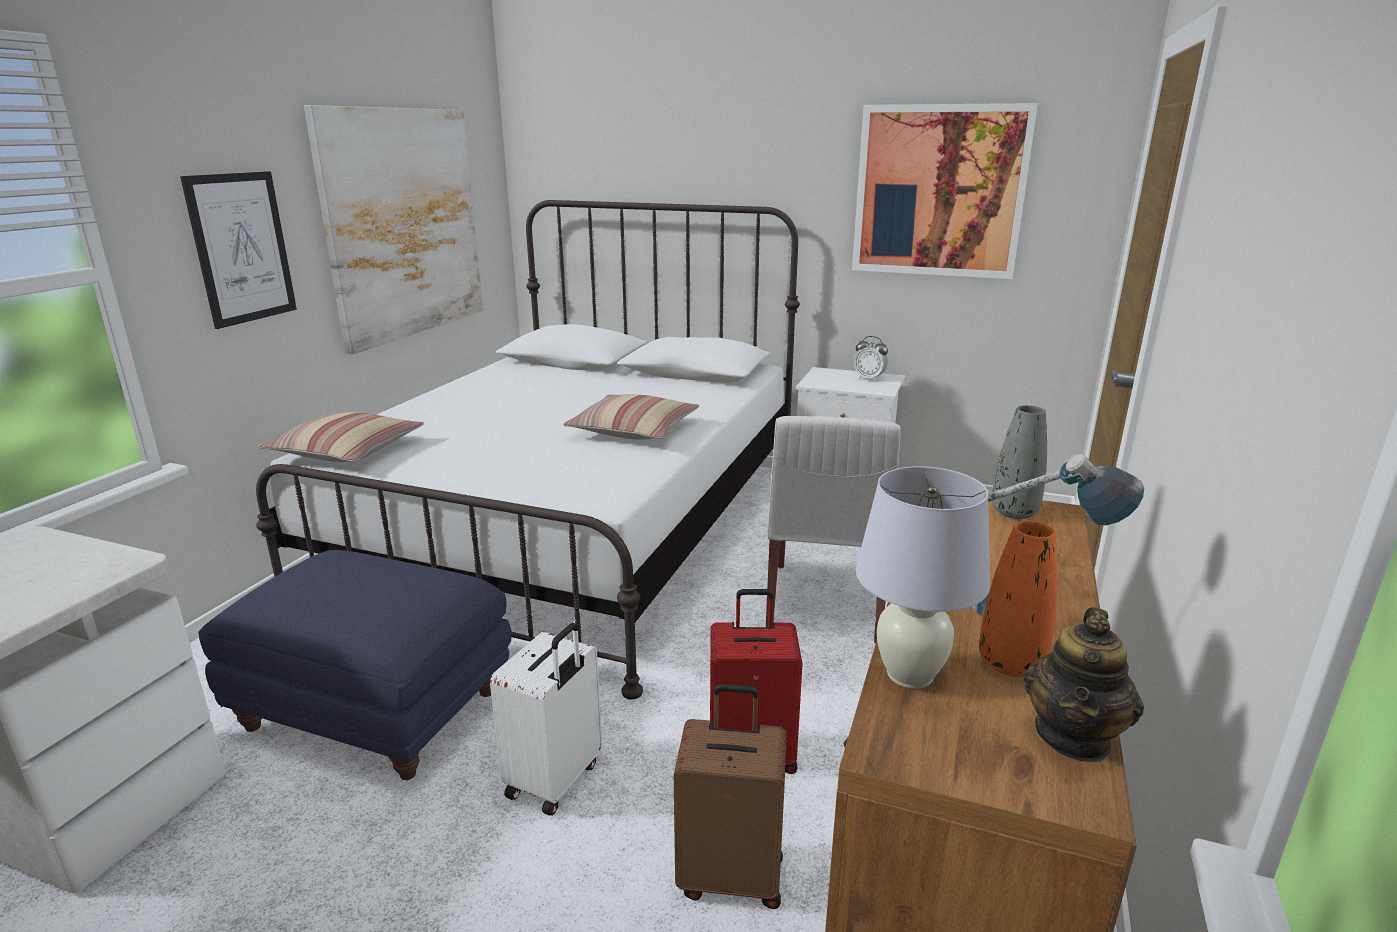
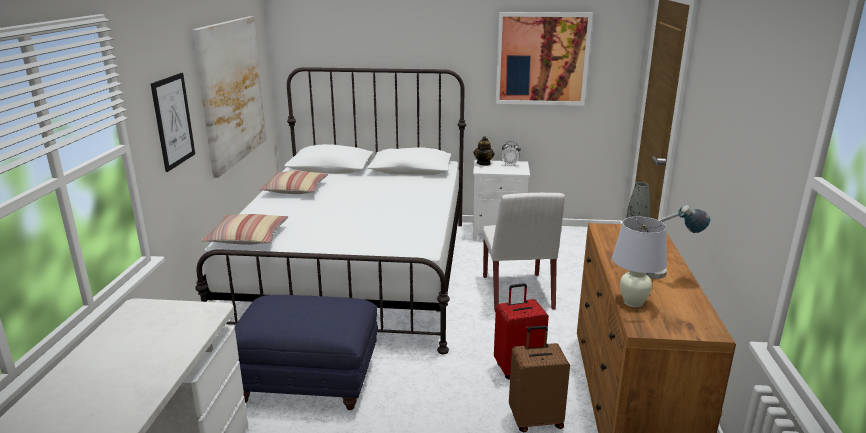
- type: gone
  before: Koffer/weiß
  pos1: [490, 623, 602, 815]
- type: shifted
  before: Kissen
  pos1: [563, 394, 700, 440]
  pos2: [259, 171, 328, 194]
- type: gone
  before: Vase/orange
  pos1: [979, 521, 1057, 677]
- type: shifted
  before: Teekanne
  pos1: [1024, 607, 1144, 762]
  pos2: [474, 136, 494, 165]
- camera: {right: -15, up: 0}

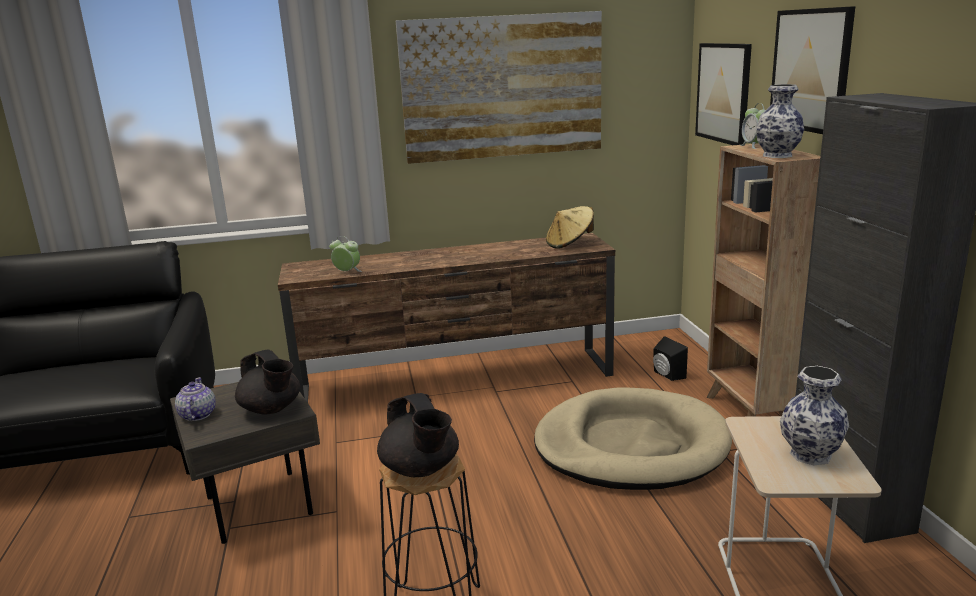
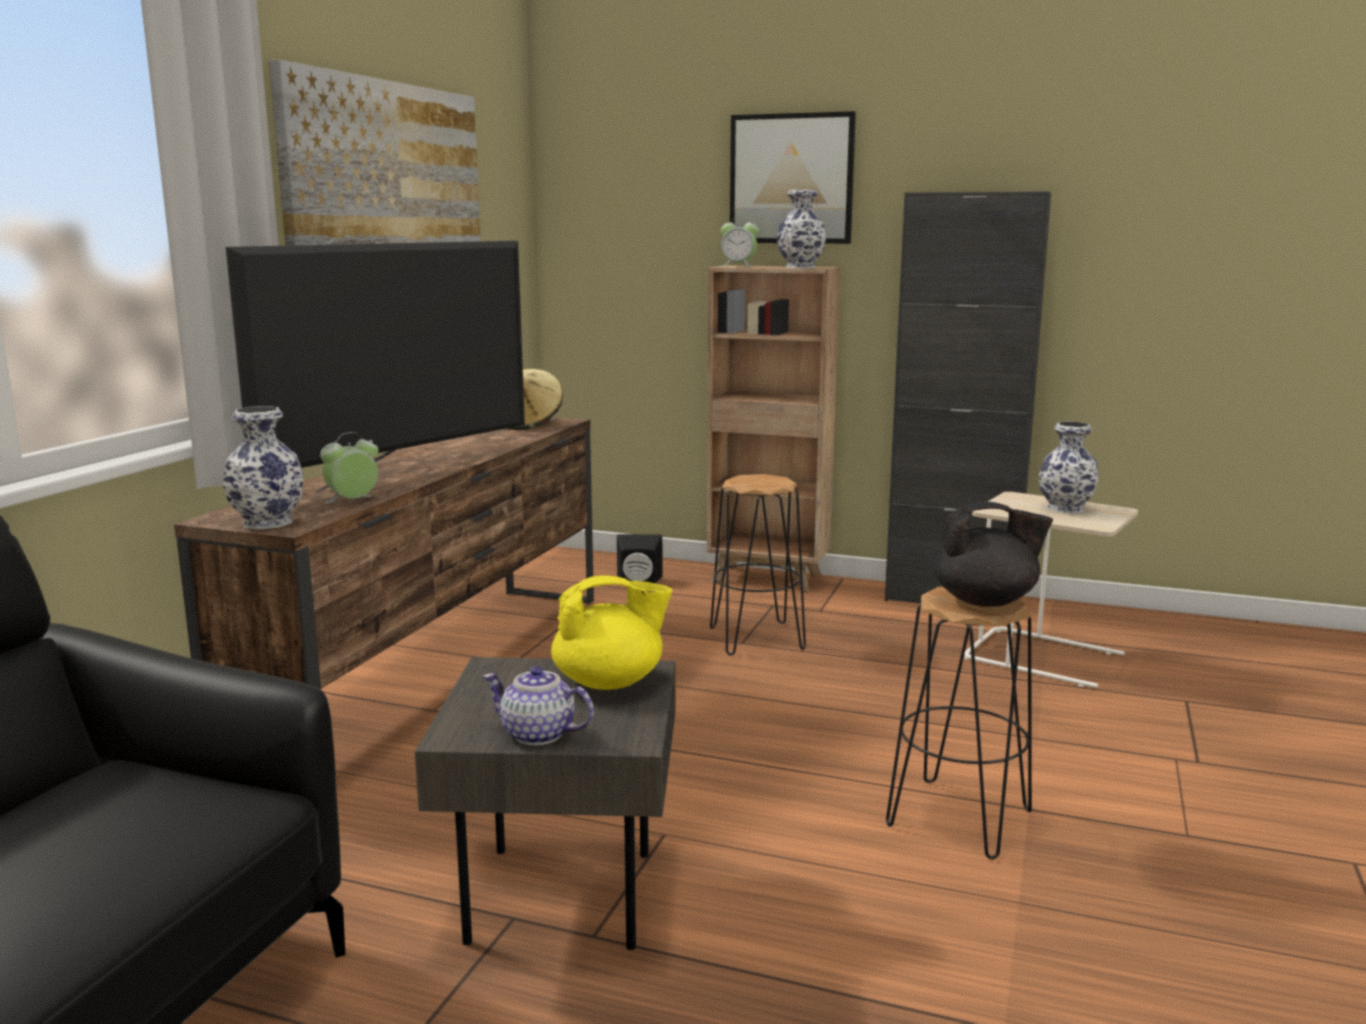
- type: repainted
  before: Teekanne/schwarz
  after: Teekanne/gelb
  pos1: [235, 350, 300, 415]
  pos2: [551, 575, 673, 690]
- type: swapped
  before: Hundebett/beige
  after: Hocker/schwarz
  pos1: [534, 387, 732, 490]
  pos2: [710, 474, 806, 655]
- type: gone
  before: Bild
  pos1: [695, 43, 752, 145]
- type: new
  after: Vase
  pos2: [223, 406, 303, 529]
- type: new
  after: Fernseher
  pos2: [226, 241, 525, 493]
- camera: {right: -60, up: -5}

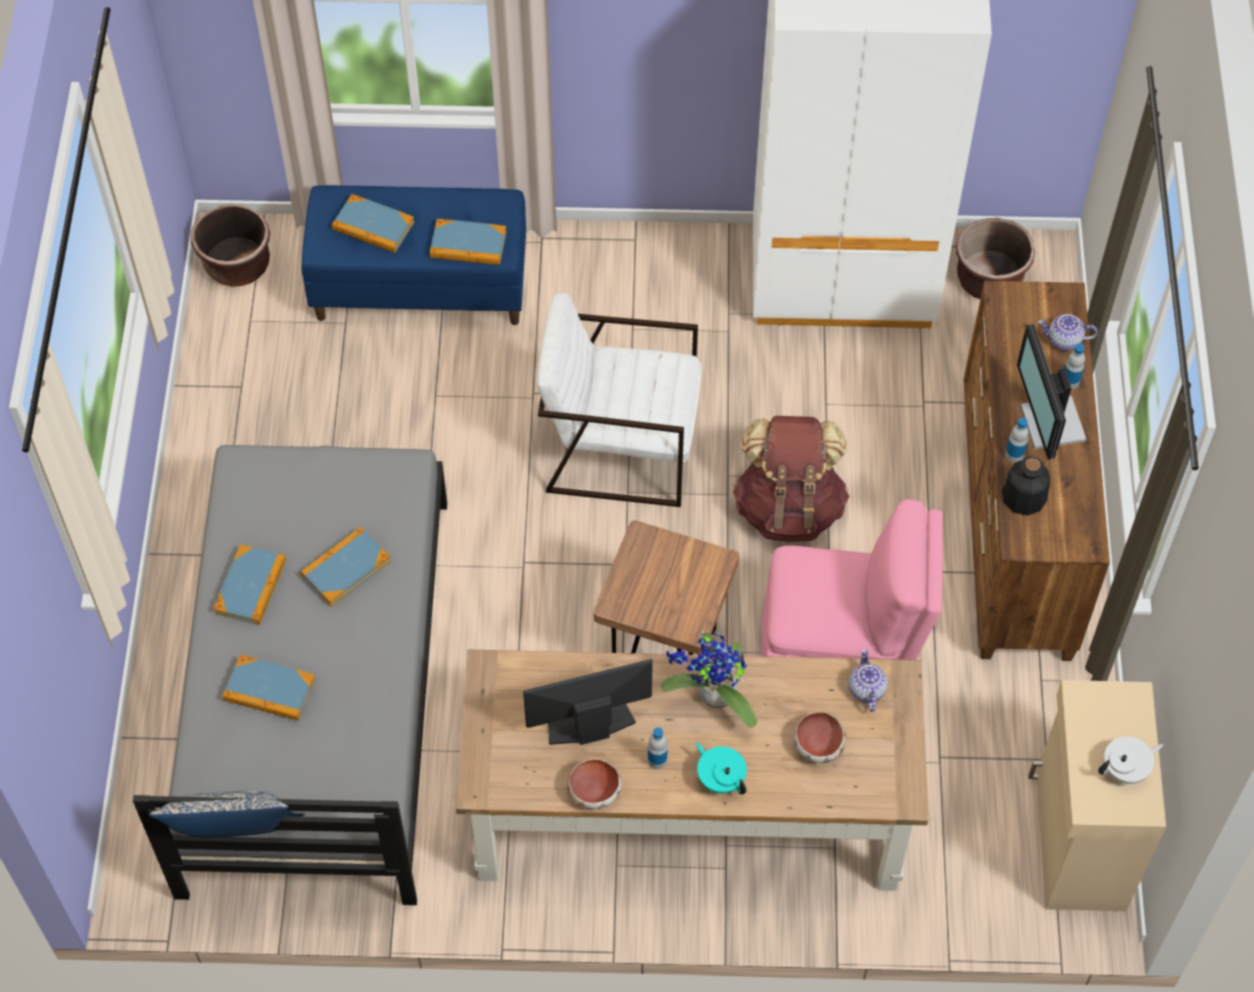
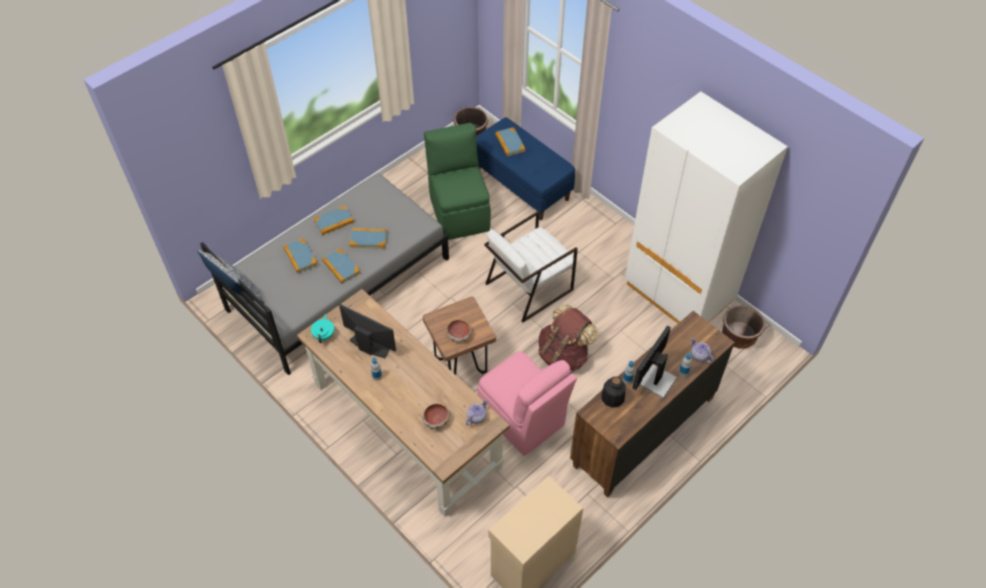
- type: shifted
  before: Buch
  pos1: [430, 219, 507, 265]
  pos2: [322, 248, 360, 284]
- type: rotated
  before: Sessel/weiß
  pos1: [537, 293, 702, 507]
  pos2: [484, 211, 578, 323]
  turn: -90
- type: shifted
  before: Schüssel
  pos1: [567, 759, 622, 809]
  pos2: [447, 320, 471, 342]
- type: gone
  before: Topfpflanze
  pos1: [661, 631, 757, 728]
- type: shifted
  before: Teekanne/türkis
  pos1: [695, 742, 747, 795]
  pos2: [311, 314, 334, 343]
- type: gone
  before: Teekanne/weiß
  pos1: [1098, 736, 1163, 784]
- type: new
  after: Stuhl/grün
  pos2: [424, 123, 491, 240]
- camera: {right: 45, up: -5}

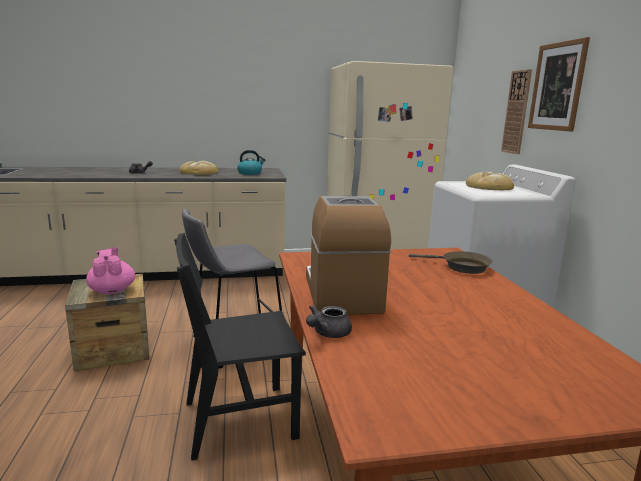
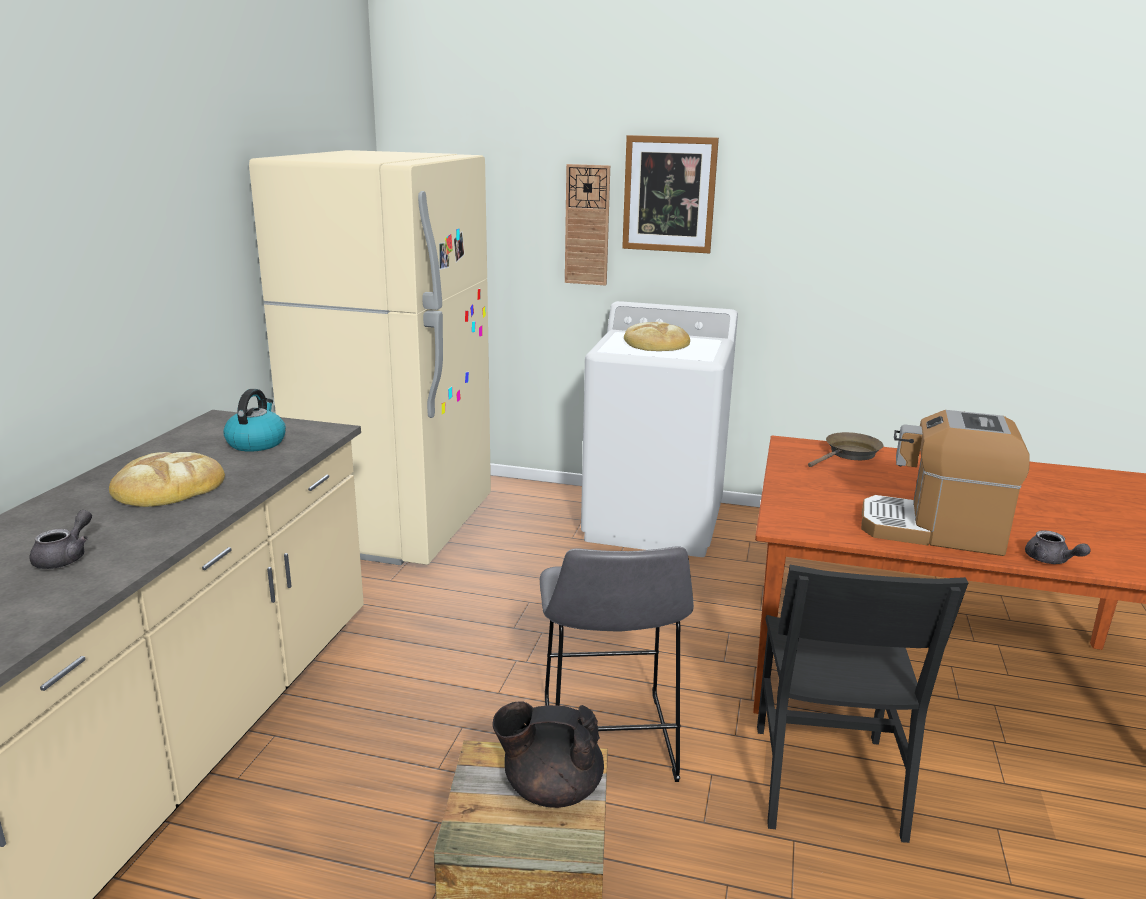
- type: repainted
  before: Teekanne/rosa
  after: Teekanne/schwarz
  pos1: [86, 247, 135, 294]
  pos2: [492, 701, 604, 808]
- camera: {right: -65, up: 5}

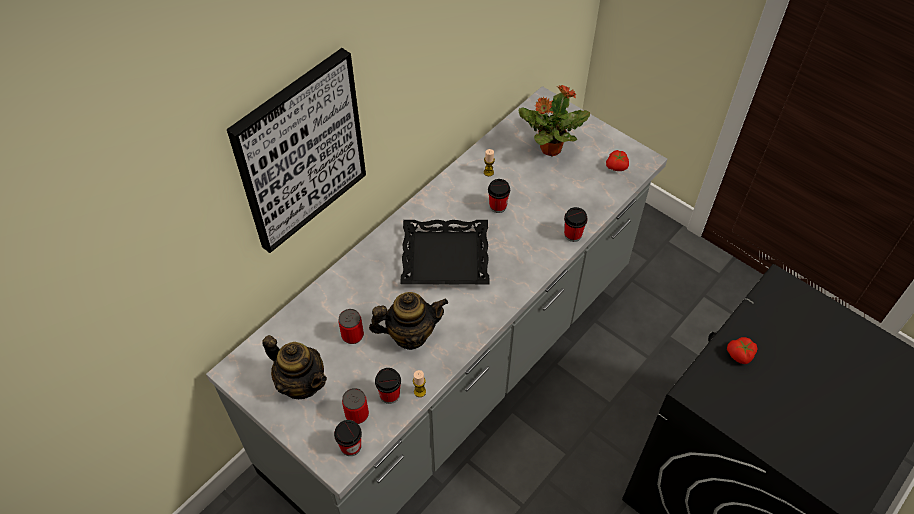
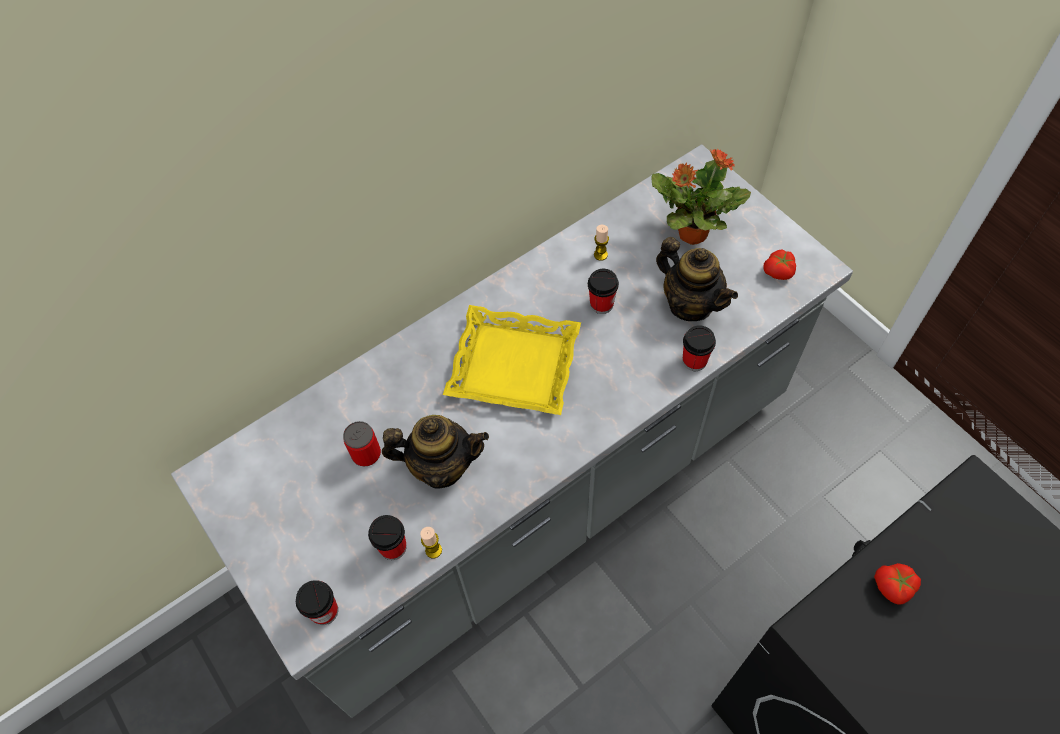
- type: gone
  before: Bild
  pos1: [227, 48, 366, 253]
- type: shifted
  before: Teekanne
  pos1: [262, 335, 327, 399]
  pos2: [656, 237, 738, 321]
- type: gone
  before: Dose
  pos1: [342, 388, 369, 424]
- type: repainted
  before: Tablett/schwarz
  after: Tablett/gelb
  pos1: [400, 220, 490, 284]
  pos2: [443, 305, 581, 415]
- camera: {right: 15, up: 5}

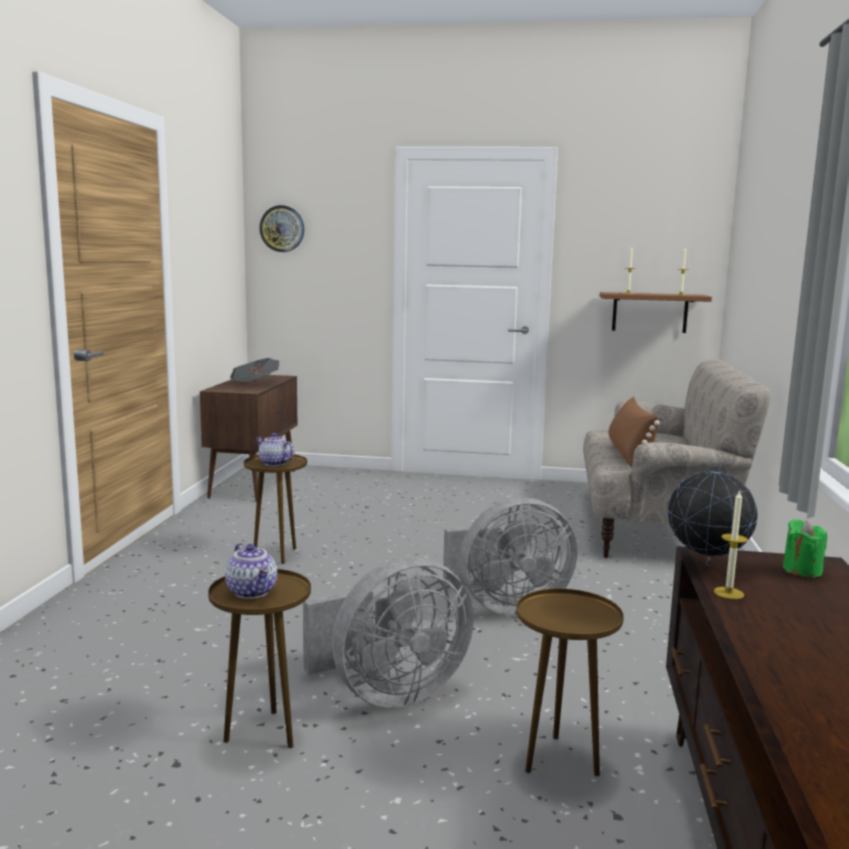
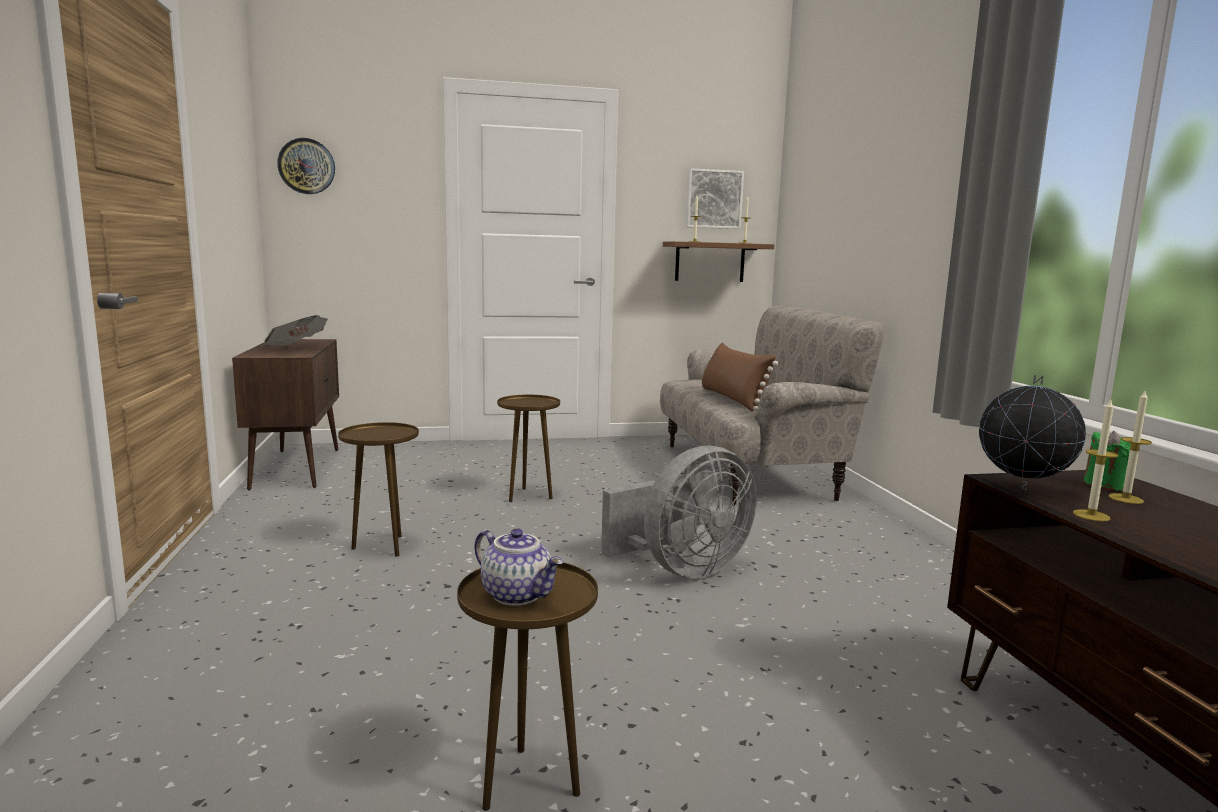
- type: gone
  before: Teekanne
  pos1: [256, 433, 294, 466]
- type: gone
  before: Ventilator/grau
  pos1: [303, 557, 474, 708]
- type: shifted
  before: Beistelltisch/braun
  pos1: [516, 589, 624, 776]
  pos2: [497, 395, 560, 502]
- type: new
  after: Bild
  pos2: [686, 168, 744, 229]
- type: new
  after: Kerze
  pos2: [1108, 391, 1152, 504]
- camera: {right: -20, up: 0}

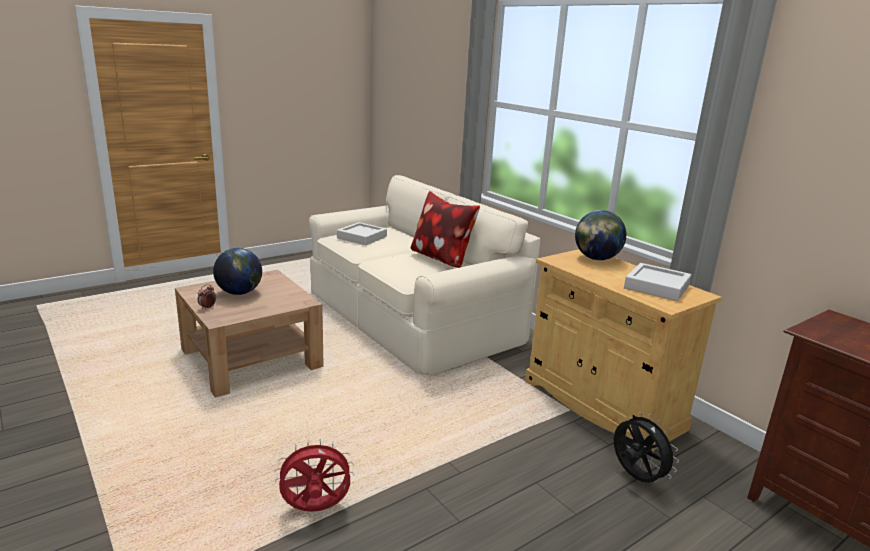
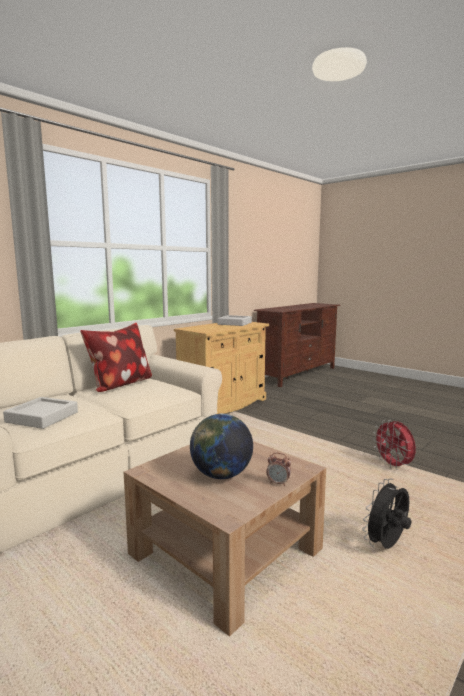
- type: gone
  before: Globus
  pos1: [575, 210, 626, 261]
- type: shifted
  before: Ventilator/schwarz
  pos1: [614, 412, 679, 483]
  pos2: [362, 479, 411, 549]
- camera: {right: -100, up: -10}

